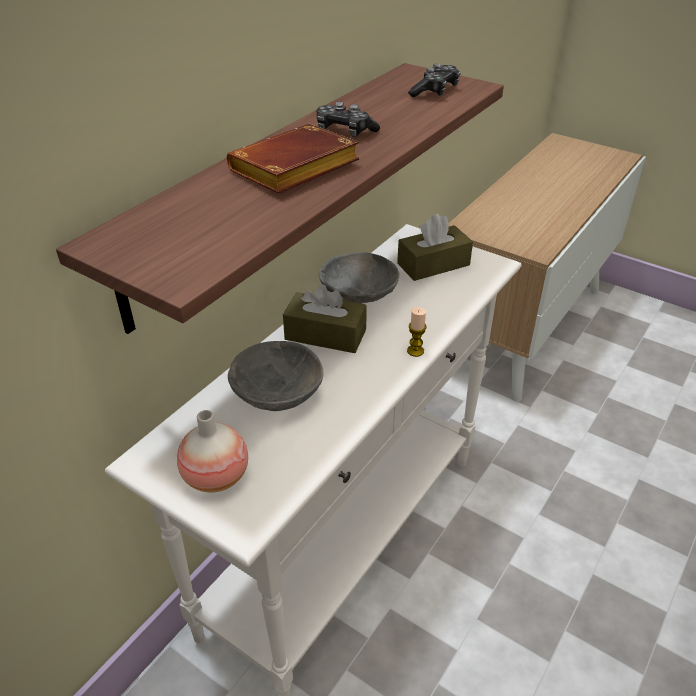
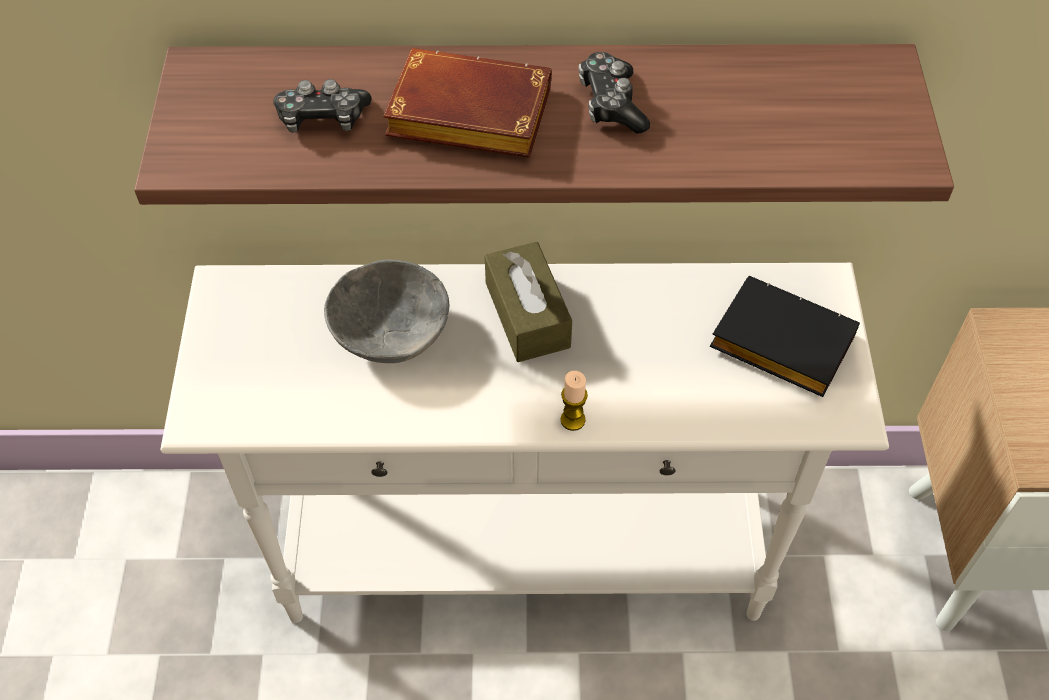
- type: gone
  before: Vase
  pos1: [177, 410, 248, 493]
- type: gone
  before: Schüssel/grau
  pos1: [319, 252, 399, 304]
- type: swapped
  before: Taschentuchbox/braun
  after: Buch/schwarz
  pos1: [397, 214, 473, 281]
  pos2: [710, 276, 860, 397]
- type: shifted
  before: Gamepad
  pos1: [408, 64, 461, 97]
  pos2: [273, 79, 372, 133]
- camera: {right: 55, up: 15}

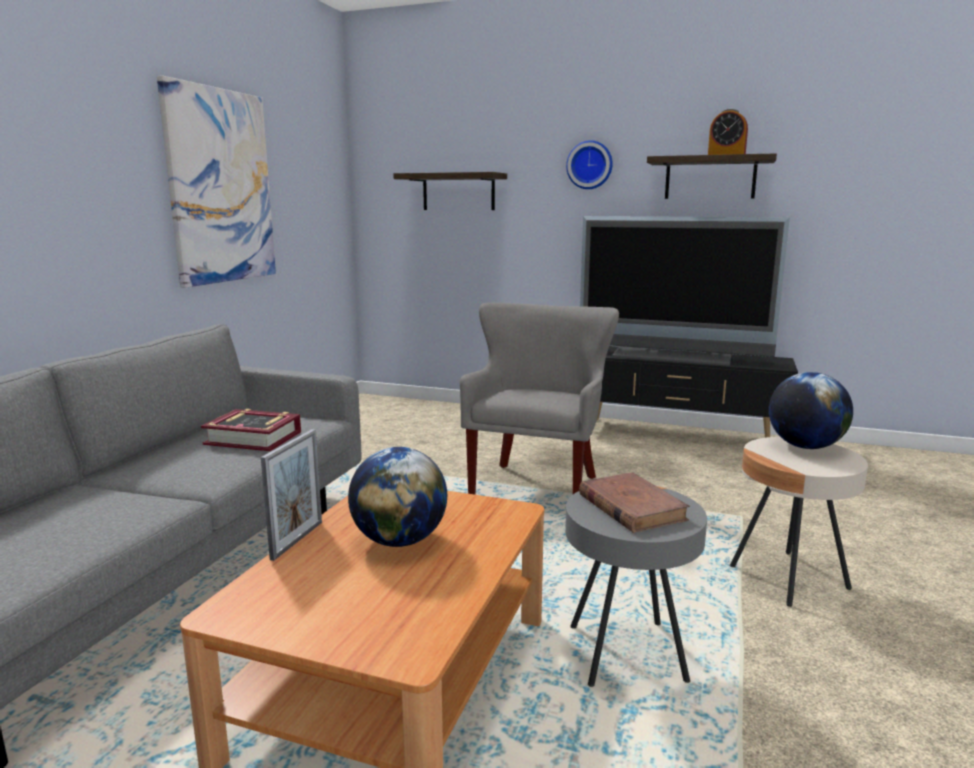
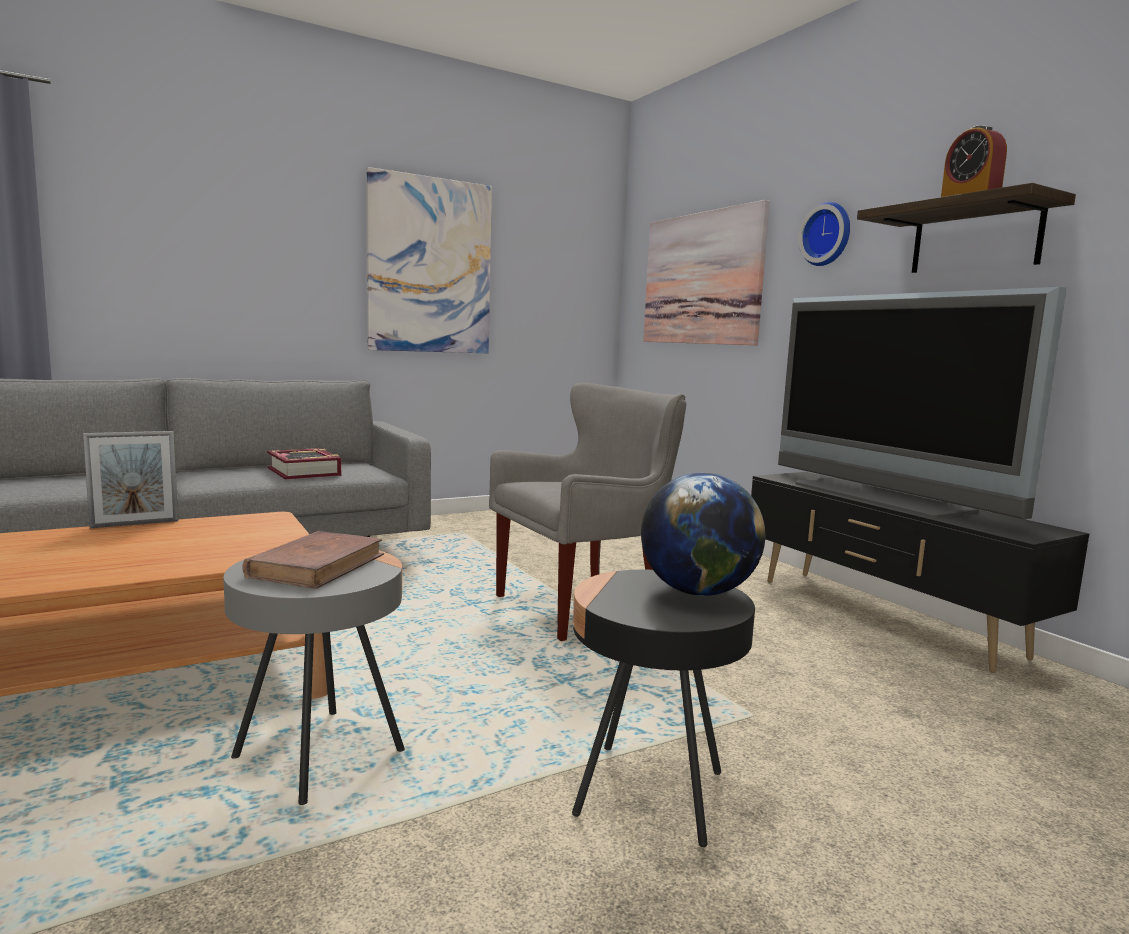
- type: gone
  before: Globus
  pos1: [348, 447, 447, 547]
- type: swapped
  before: Wandregal
  after: Bild
  pos1: [393, 172, 507, 210]
  pos2: [643, 200, 770, 345]
- type: repainted
  before: Beistelltisch/beige
  after: Beistelltisch/schwarz
  pos1: [730, 437, 868, 607]
  pos2: [572, 570, 755, 847]
- camera: {right: 40, up: -5}

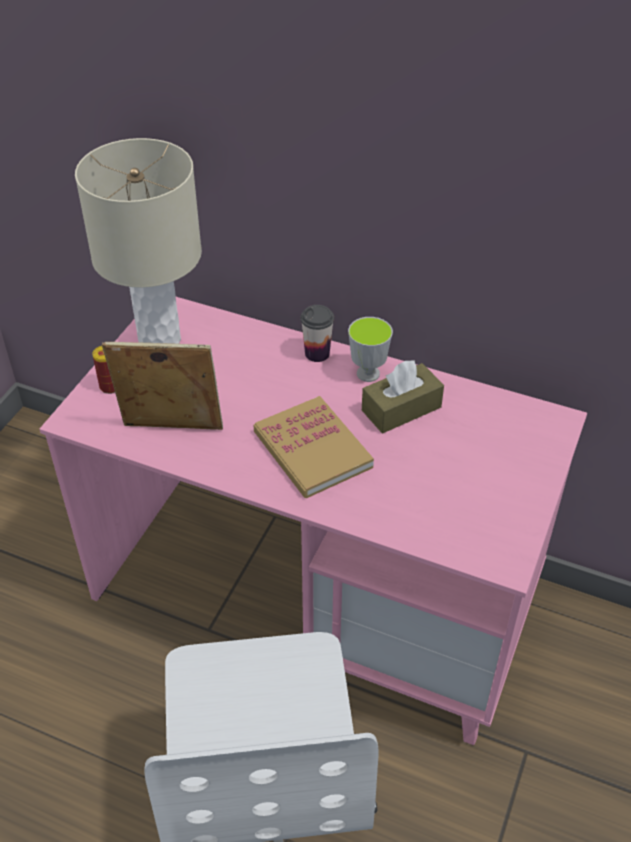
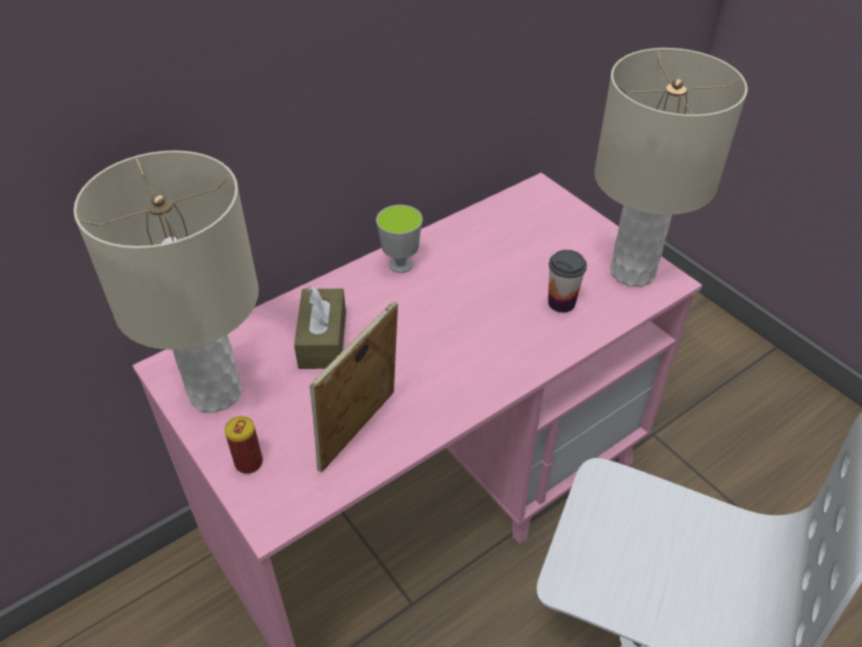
- type: gone
  before: Buch
  pos1: [254, 396, 374, 498]
- type: shifted
  before: Tasse
  pos1: [301, 305, 334, 362]
  pos2: [548, 250, 587, 313]
- type: shifted
  before: Taschentuchbox/braun
  pos1: [362, 361, 444, 433]
  pos2: [294, 286, 346, 369]
- type: new
  after: Tischlampe/beige
  pos2: [594, 48, 748, 287]
- camera: {right: -60, up: 0}

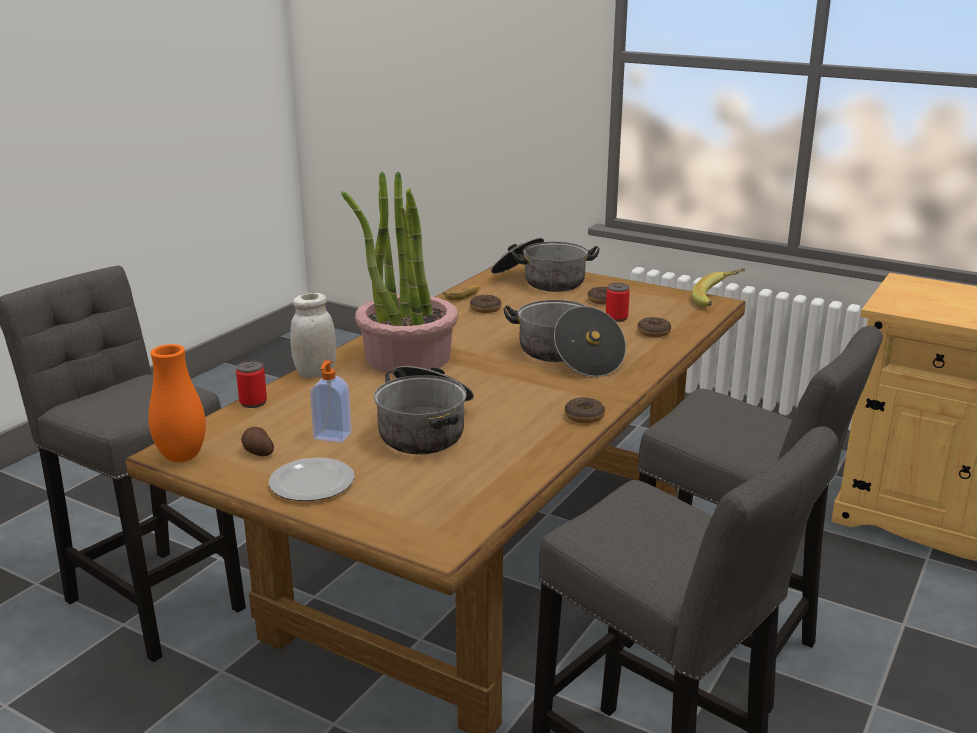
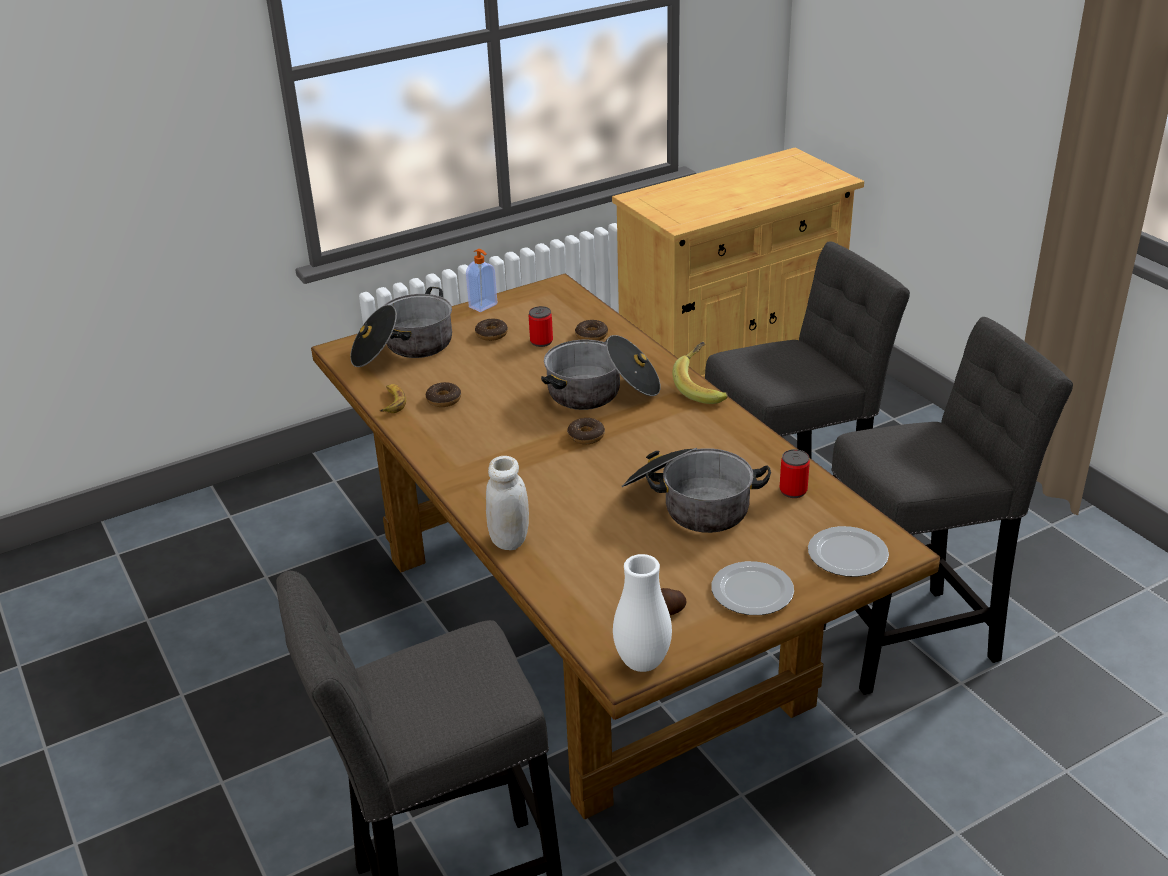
- type: repainted
  before: Vase/orange
  after: Vase/weiß
  pos1: [148, 344, 206, 462]
  pos2: [613, 554, 672, 672]
- type: shifted
  before: Dose
  pos1: [236, 360, 267, 408]
  pos2: [780, 449, 810, 498]
- type: shifted
  before: Seifenspender
  pos1: [310, 360, 352, 443]
  pos2: [466, 249, 497, 312]
- type: gone
  before: Topfpflanze
  pos1: [341, 172, 458, 374]
- type: shifted
  before: Donut
  pos1: [565, 397, 605, 423]
  pos2: [567, 418, 605, 444]
- type: shifted
  before: Banane
  pos1: [692, 268, 745, 307]
  pos2: [673, 342, 728, 404]
- type: new
  after: Teller
  pos2: [808, 526, 889, 577]
- camera: {right: -60, up: 10}

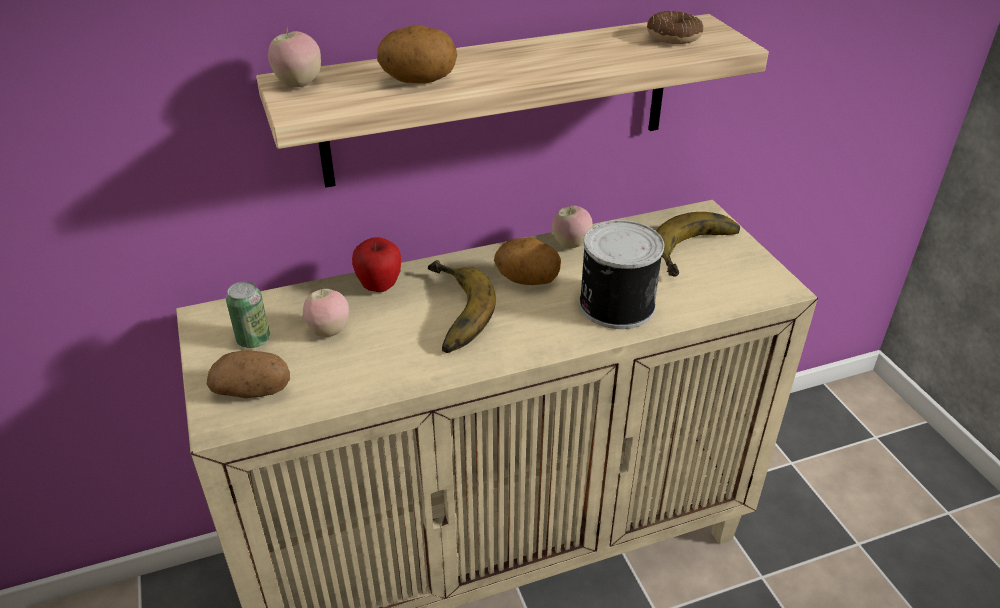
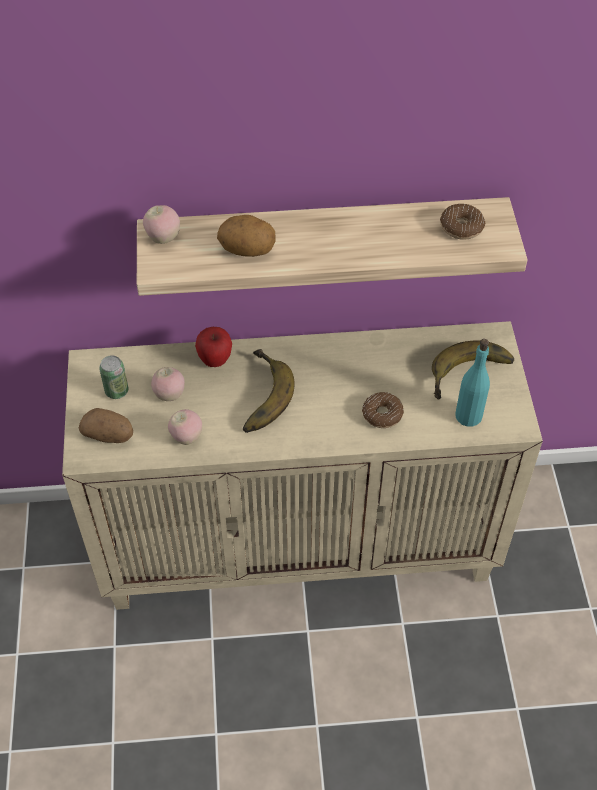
- type: gone
  before: Kartoffel
  pos1: [494, 238, 561, 285]
- type: shifted
  before: Apfel
  pos1: [552, 205, 592, 248]
  pos2: [168, 409, 202, 445]
- type: swapped
  before: Dose
  after: Donut
  pos1: [579, 220, 664, 329]
  pos2: [362, 392, 404, 428]
- type: new
  after: Flasche/türkis
  pos2: [455, 339, 490, 427]
- camera: {right: 15, up: 15}

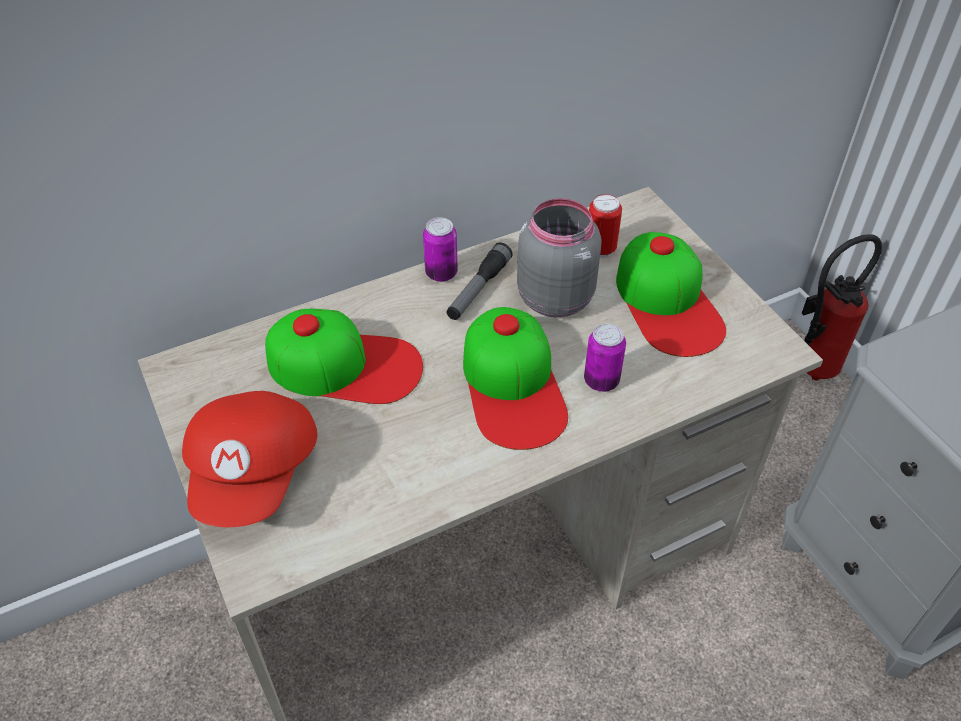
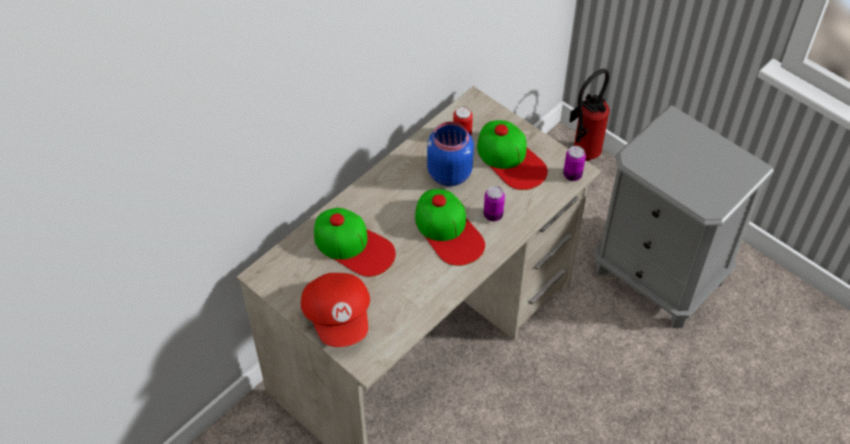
- type: rotated
  before: Kappe
  pos1: [265, 309, 423, 404]
  pos2: [314, 208, 396, 277]
  turn: 45
- type: shifted
  before: Dose
  pos1: [423, 217, 458, 282]
  pos2: [563, 146, 586, 181]
- type: gone
  before: Taschenlampe
  pos1: [446, 242, 513, 320]
- type: repainted
  before: Vorratsglas/grau
  after: Vorratsglas/blau
  pos1: [517, 198, 602, 317]
  pos2: [427, 122, 474, 186]
- camera: {right: -20, up: 5}

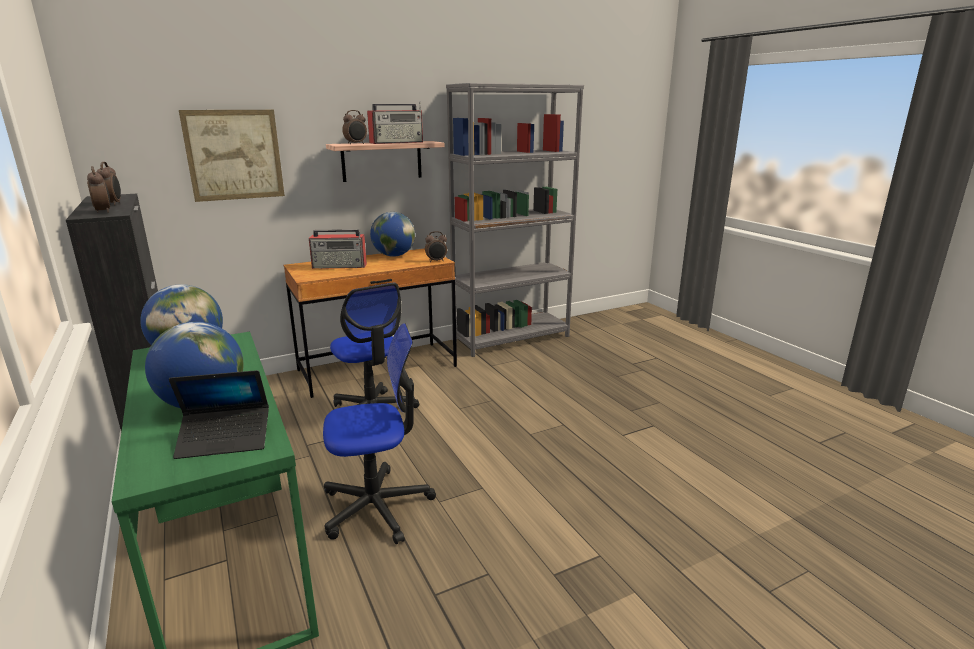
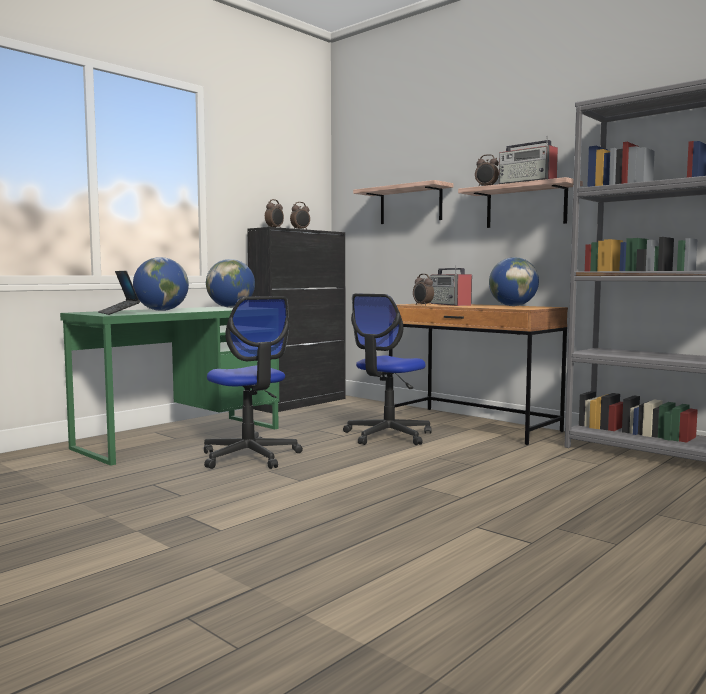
- type: swapped
  before: Bild
  after: Wandregal
  pos1: [179, 110, 285, 202]
  pos2: [353, 180, 453, 224]
- type: shifted
  before: Wecker
  pos1: [425, 231, 447, 262]
  pos2: [413, 274, 434, 306]
- camera: {right: 70, up: -15}

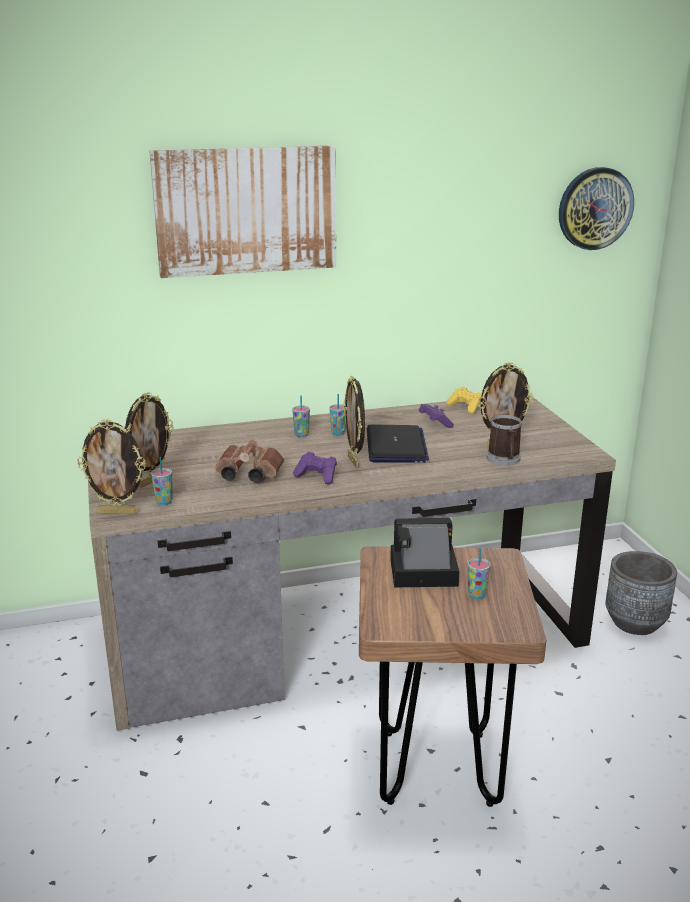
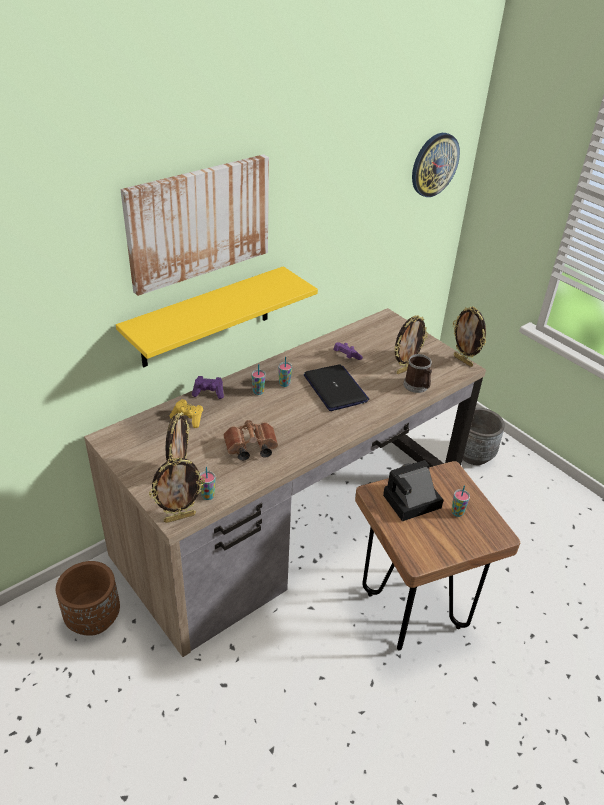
- type: shifted
  before: Gamepad/lila
  pos1: [293, 452, 337, 484]
  pos2: [192, 376, 224, 399]
- type: shifted
  before: Bilderrahmen
  pos1: [344, 375, 365, 468]
  pos2: [453, 306, 486, 367]
- type: shifted
  before: Gamepad/gelb
  pos1: [446, 387, 482, 414]
  pos2: [170, 399, 203, 428]
- type: new
  after: Pflanzkübel/braun
  pos2: [56, 561, 120, 636]
- type: new
  after: Wandregal/gelb
  pos2: [116, 266, 318, 368]
- camera: {right: -25, up: 15}

